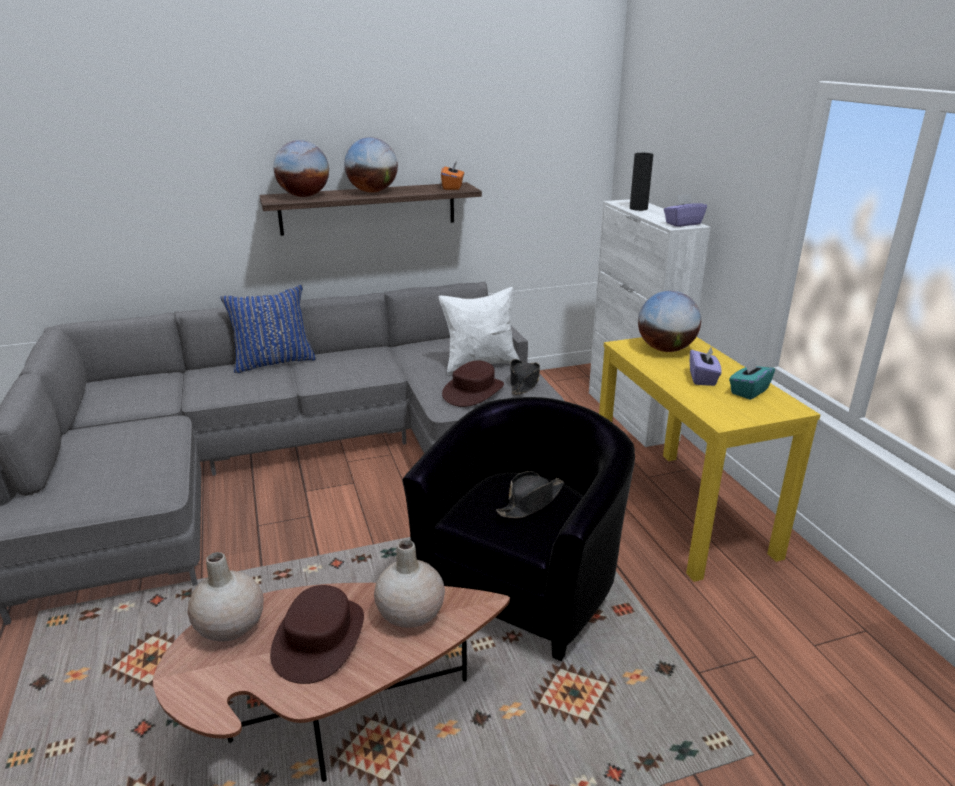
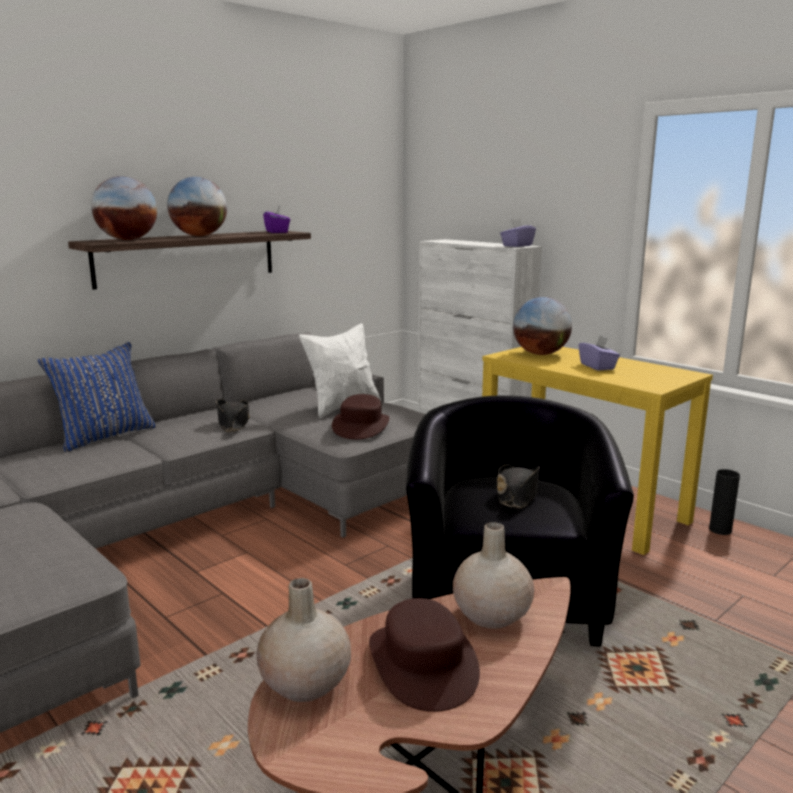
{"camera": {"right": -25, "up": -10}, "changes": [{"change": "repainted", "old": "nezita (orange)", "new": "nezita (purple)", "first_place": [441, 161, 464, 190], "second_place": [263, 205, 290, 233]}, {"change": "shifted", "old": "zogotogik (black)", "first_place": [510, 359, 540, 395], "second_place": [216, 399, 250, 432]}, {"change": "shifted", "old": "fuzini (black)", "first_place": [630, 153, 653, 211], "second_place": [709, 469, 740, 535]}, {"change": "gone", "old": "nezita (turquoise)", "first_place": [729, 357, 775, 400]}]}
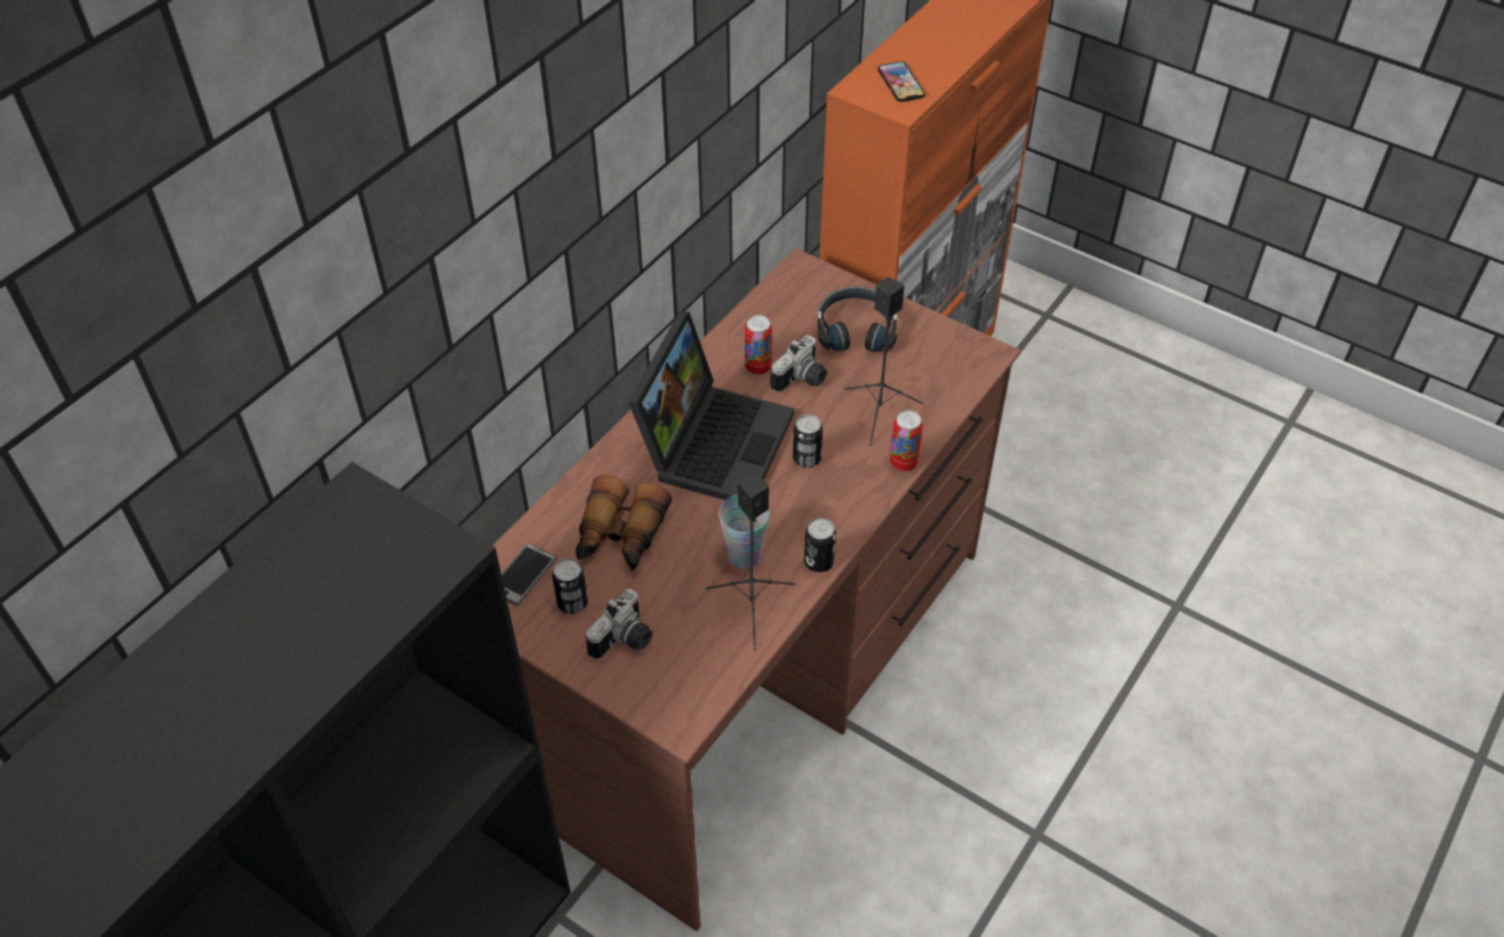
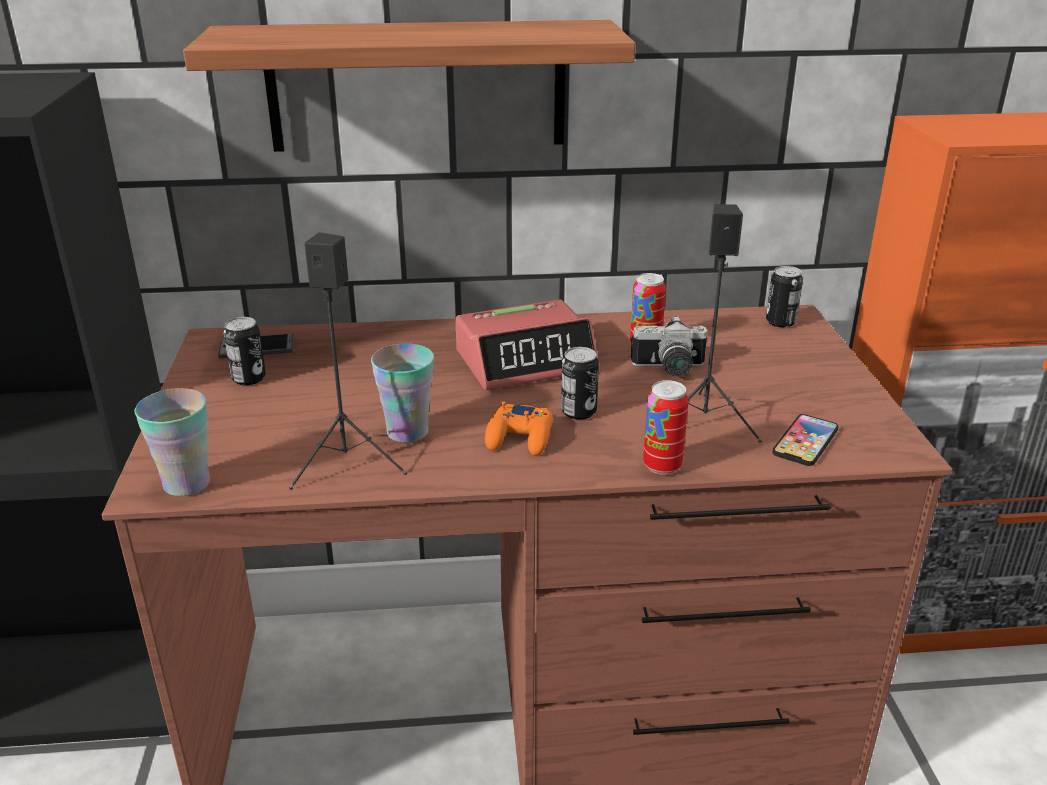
{"camera": {"right": 50, "up": -20}, "changes": [{"change": "gone", "old": "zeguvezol", "first_place": [575, 475, 672, 570]}, {"change": "gone", "old": "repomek", "first_place": [586, 589, 652, 659]}, {"change": "swapped", "old": "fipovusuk", "new": "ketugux", "first_place": [628, 311, 794, 500], "second_place": [455, 300, 598, 390]}, {"change": "shifted", "old": "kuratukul", "first_place": [804, 518, 836, 572], "second_place": [766, 266, 803, 327]}, {"change": "gone", "old": "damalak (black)", "first_place": [818, 286, 897, 351]}, {"change": "shifted", "old": "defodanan", "first_place": [878, 61, 925, 102], "second_place": [772, 414, 838, 466]}, {"change": "new", "new": "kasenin", "second_place": [134, 388, 210, 496]}, {"change": "new", "new": "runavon", "second_place": [183, 20, 635, 152]}, {"change": "new", "new": "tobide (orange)", "second_place": [485, 401, 553, 456]}]}
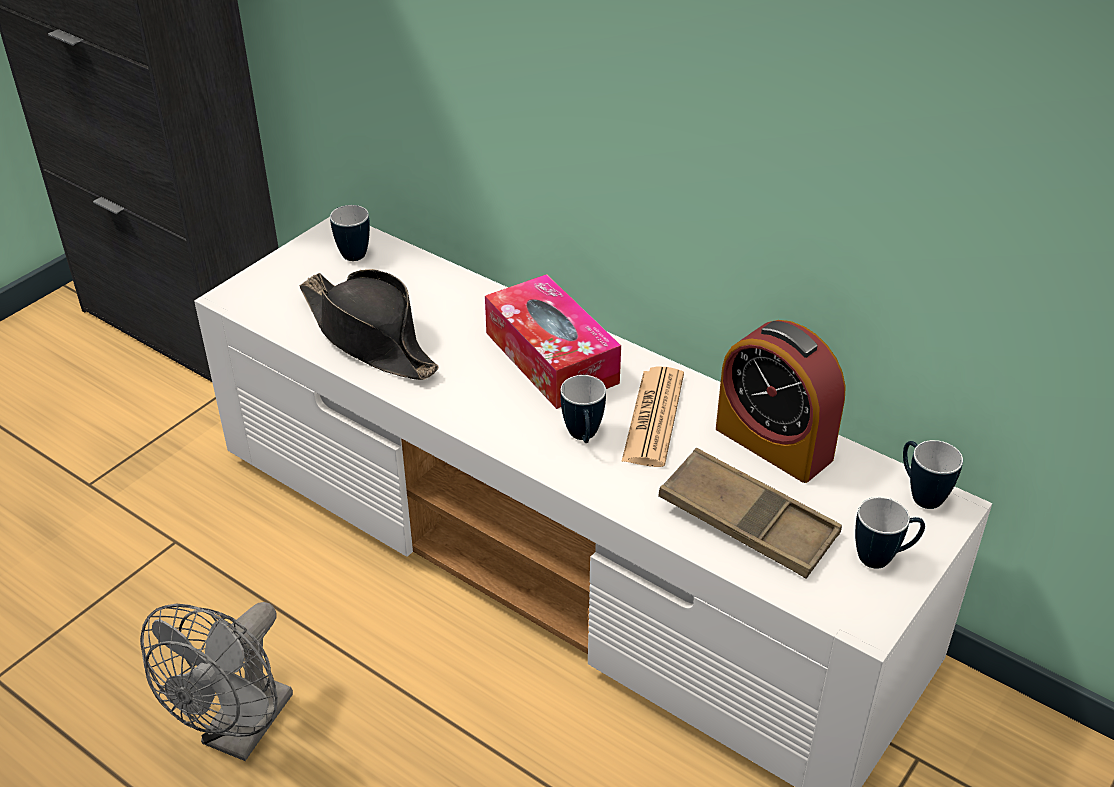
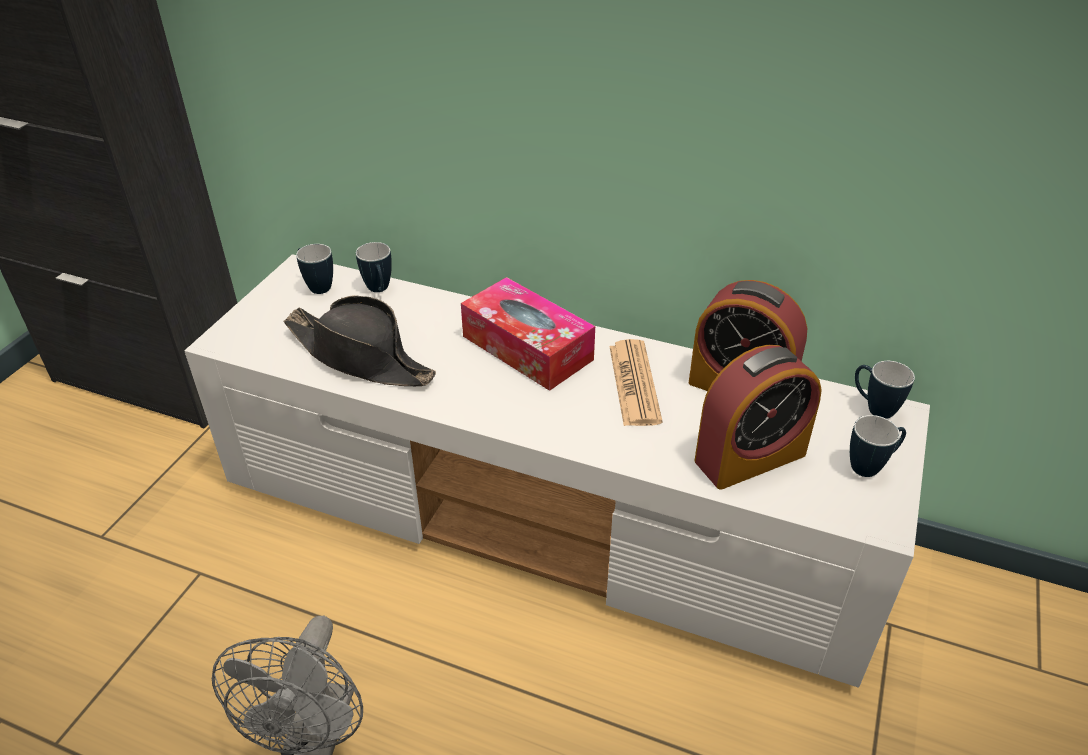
{"camera": {"right": -15, "up": 0}, "changes": [{"change": "shifted", "old": "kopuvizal", "first_place": [560, 375, 606, 443], "second_place": [356, 242, 392, 292]}, {"change": "swapped", "old": "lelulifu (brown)", "new": "ketugux", "first_place": [658, 448, 842, 579], "second_place": [694, 345, 822, 490]}]}
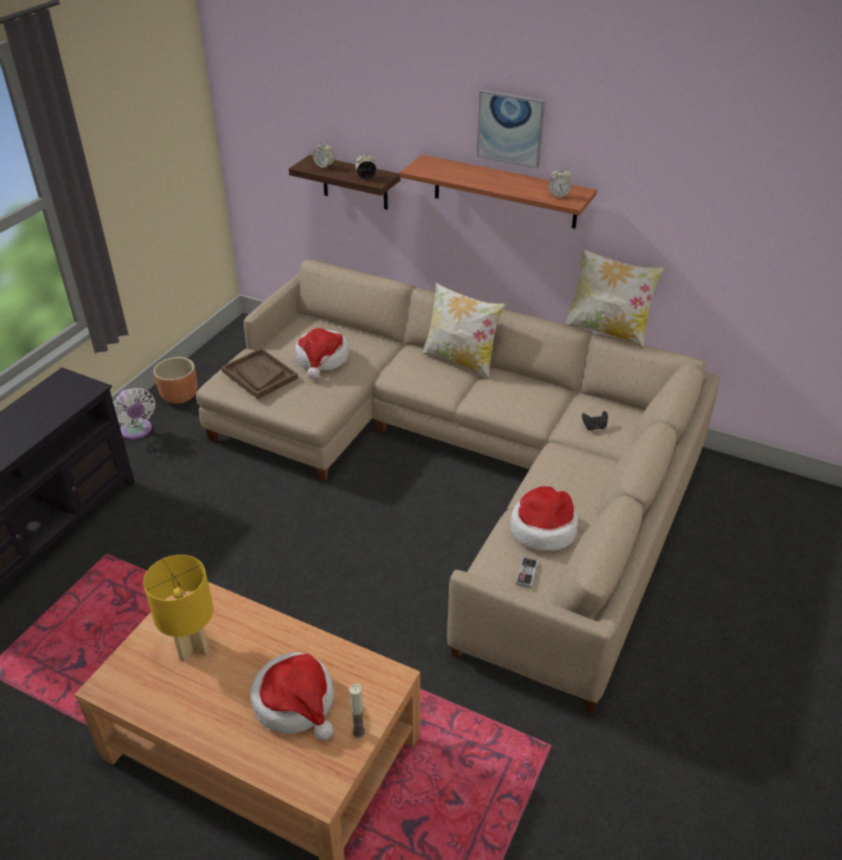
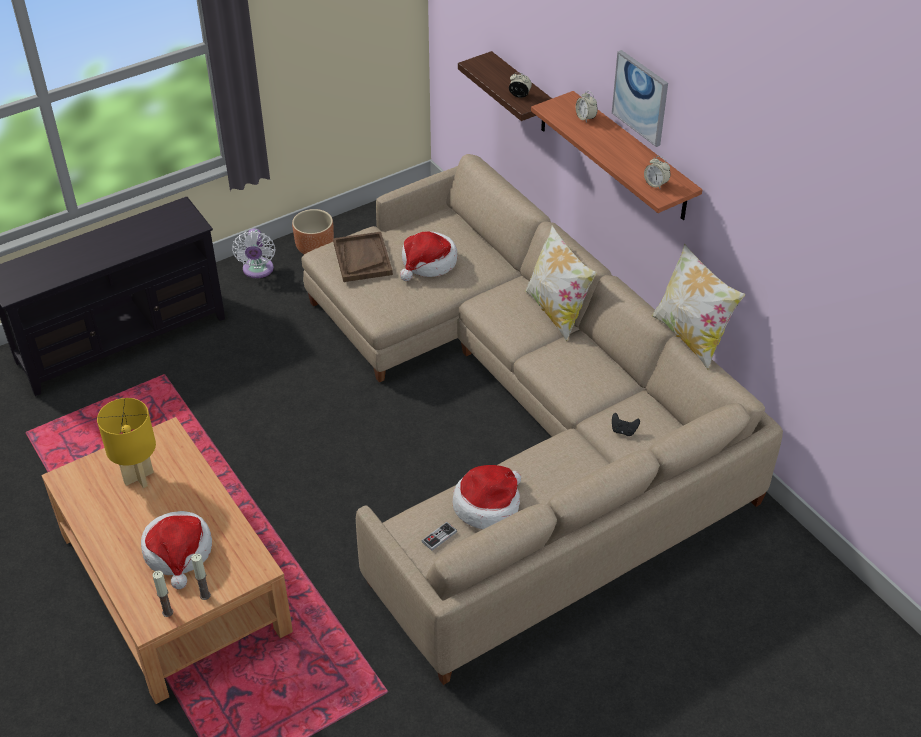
{"camera": {"right": 30, "up": 5}, "changes": [{"change": "shifted", "old": "ketugux", "first_place": [313, 140, 335, 169], "second_place": [576, 91, 598, 123]}, {"change": "new", "new": "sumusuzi", "second_place": [153, 571, 173, 617]}]}
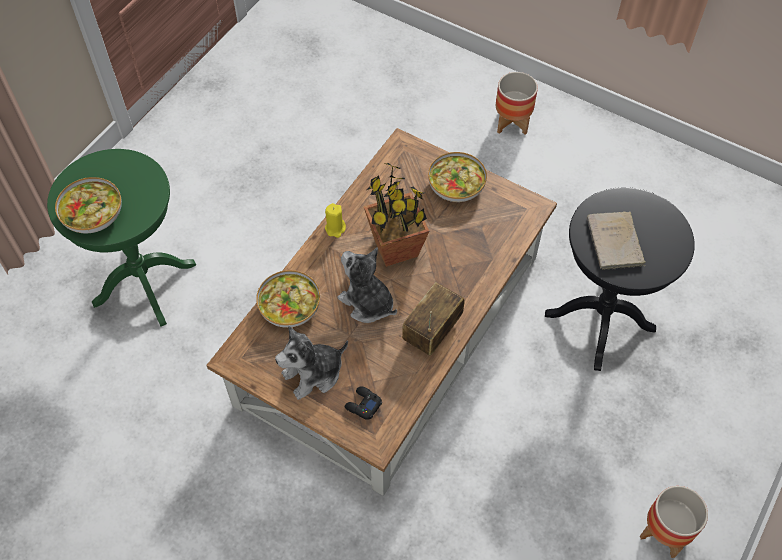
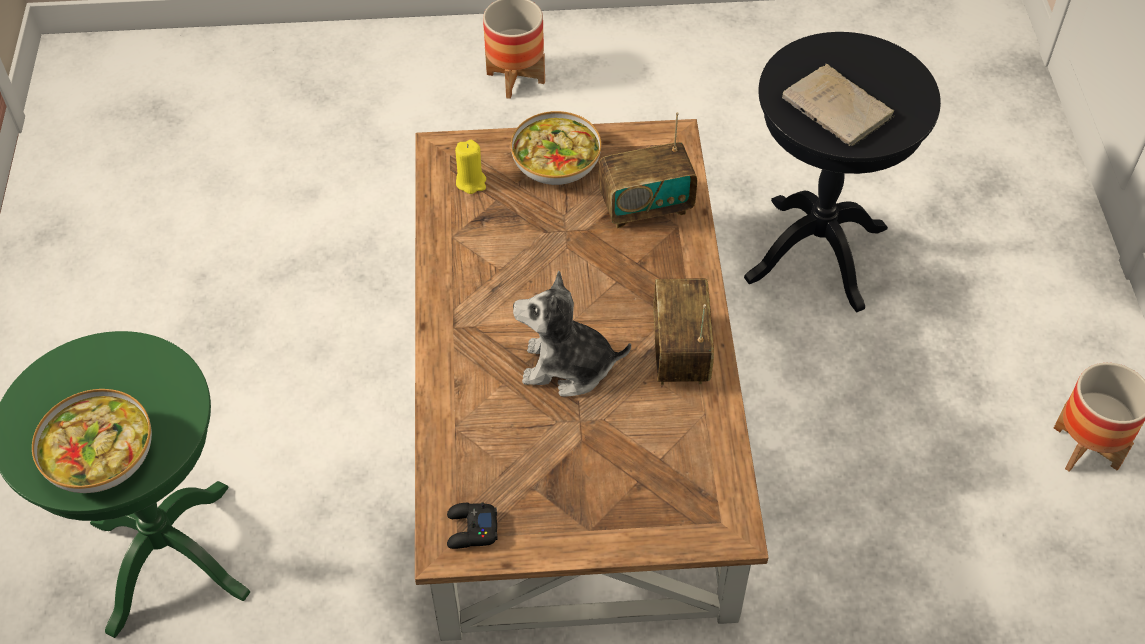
{"camera": {"right": -35, "up": -5}, "changes": [{"change": "gone", "old": "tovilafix", "first_place": [256, 270, 320, 328]}, {"change": "gone", "old": "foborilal", "first_place": [275, 326, 348, 400]}, {"change": "shifted", "old": "sumusuzi (yellow)", "first_place": [325, 203, 346, 238], "second_place": [455, 140, 486, 194]}, {"change": "shifted", "old": "tobide (black)", "first_place": [345, 386, 382, 420], "second_place": [447, 503, 497, 549]}, {"change": "gone", "old": "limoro", "first_place": [363, 163, 430, 267]}, {"change": "new", "new": "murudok", "second_place": [599, 112, 697, 228]}]}
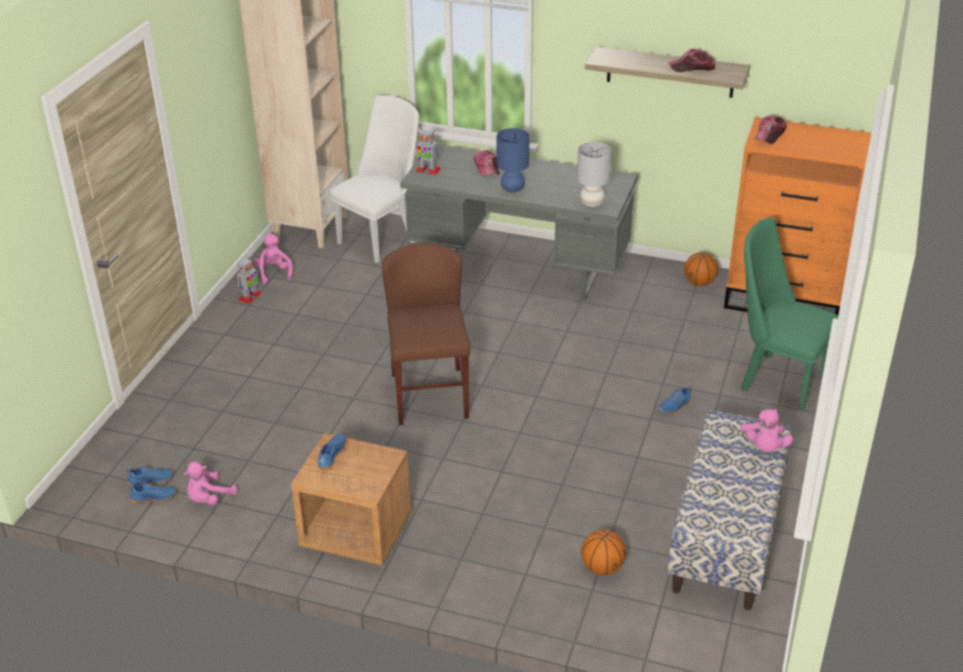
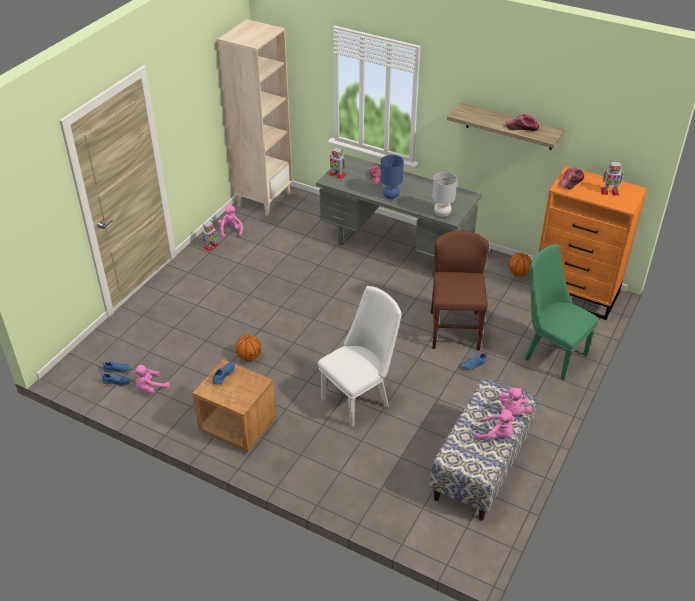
{"camera": {"right": 10, "up": 5}, "changes": [{"change": "shifted", "old": "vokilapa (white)", "first_place": [330, 95, 419, 263], "second_place": [318, 286, 402, 428]}, {"change": "shifted", "old": "vokilapa (brown)", "first_place": [382, 243, 470, 425], "second_place": [431, 230, 489, 350]}, {"change": "shifted", "old": "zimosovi", "first_place": [581, 530, 626, 575], "second_place": [235, 334, 262, 361]}, {"change": "new", "new": "foborilal (pink)", "second_place": [475, 409, 514, 439]}, {"change": "new", "new": "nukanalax", "second_place": [601, 161, 624, 196]}]}
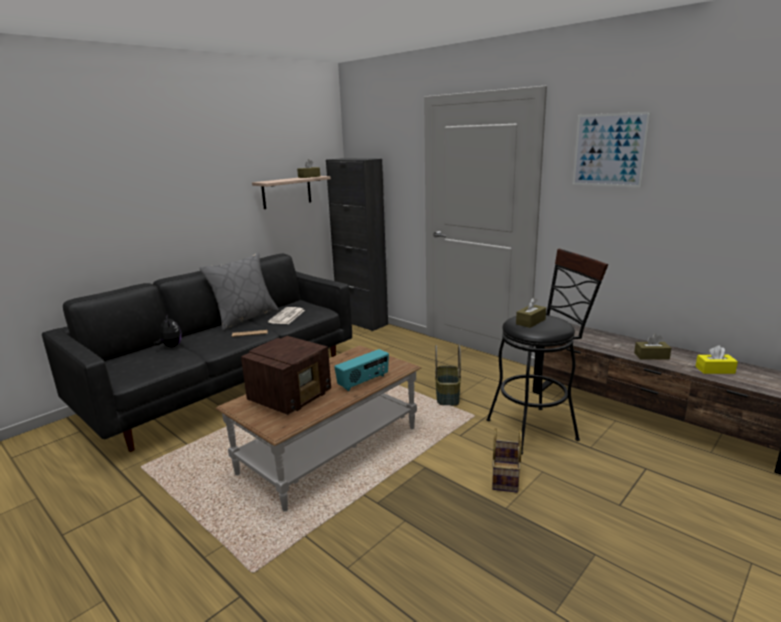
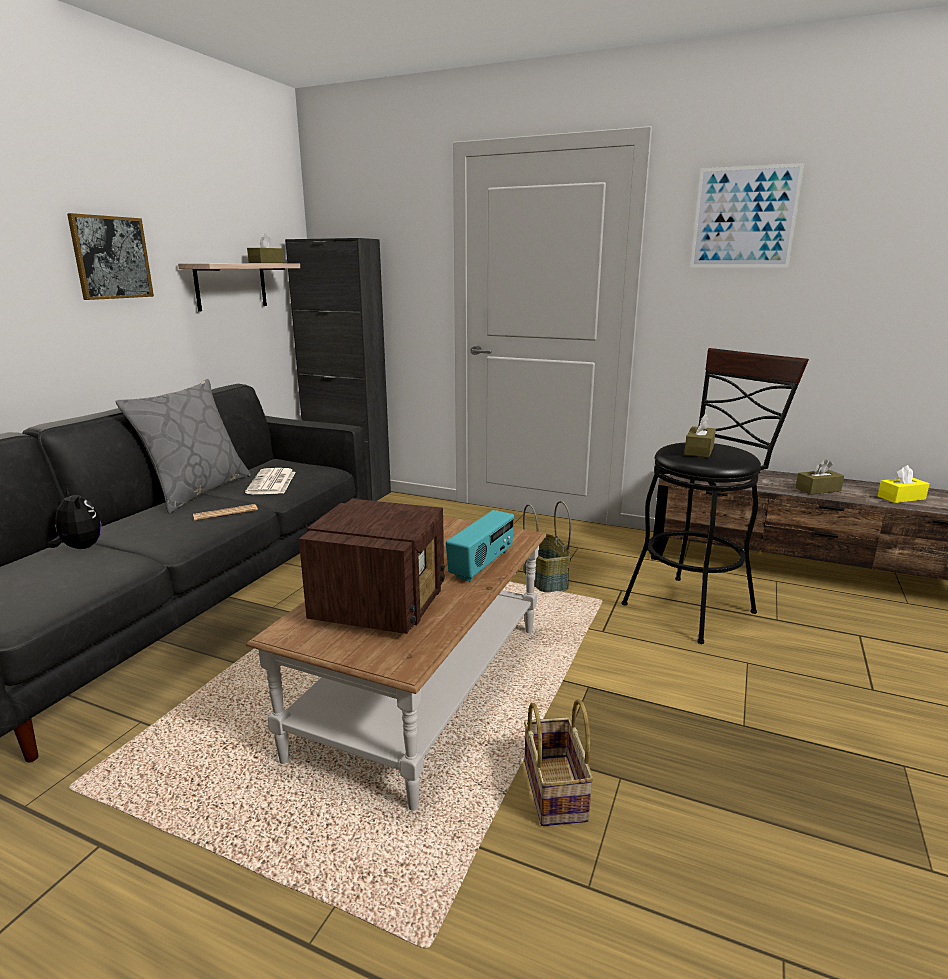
{"camera": {"right": -20, "up": 0}, "changes": [{"change": "shifted", "old": "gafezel", "first_place": [492, 428, 522, 493], "second_place": [524, 699, 594, 826]}, {"change": "new", "new": "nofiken", "second_place": [67, 213, 154, 300]}]}
